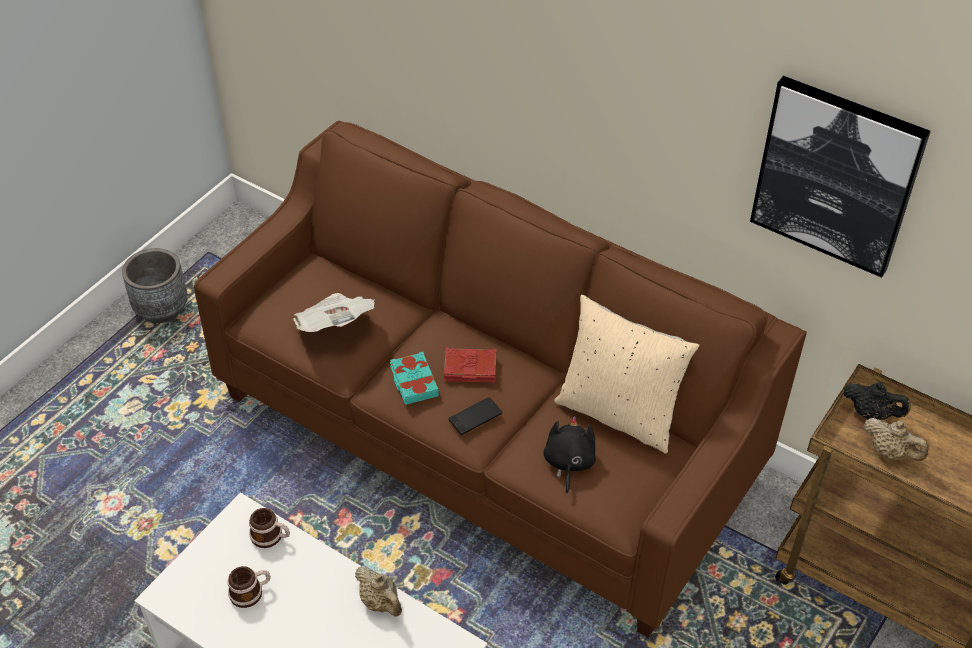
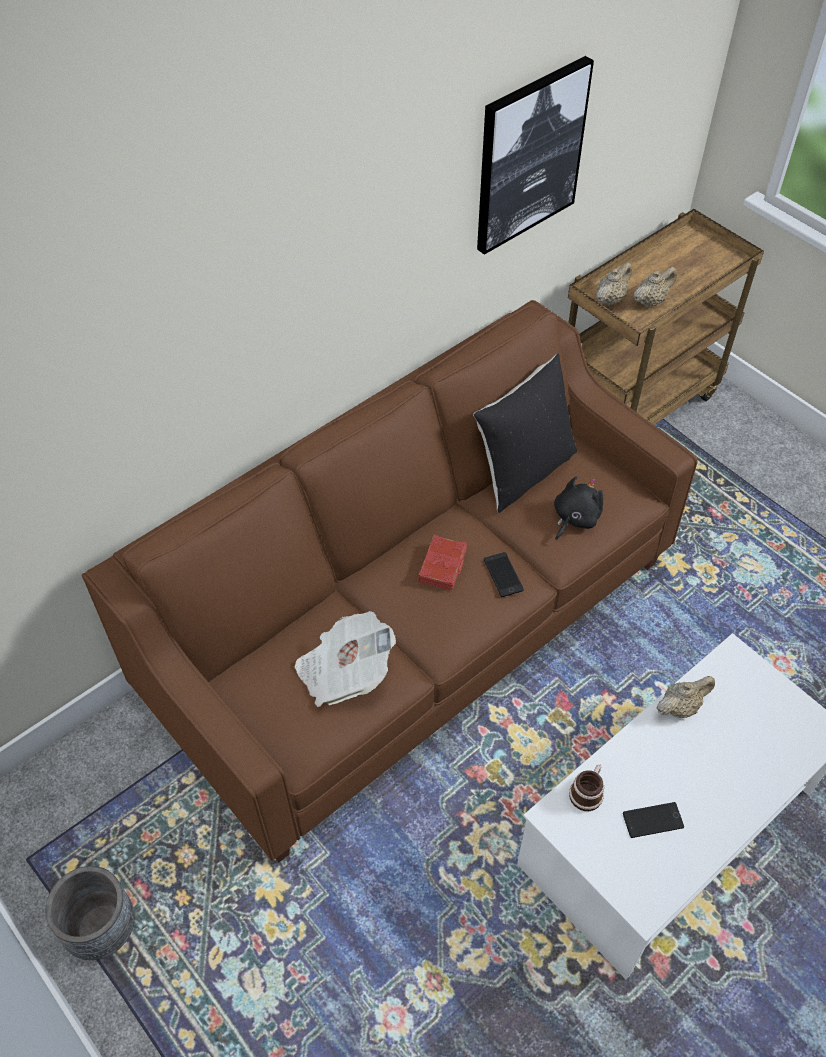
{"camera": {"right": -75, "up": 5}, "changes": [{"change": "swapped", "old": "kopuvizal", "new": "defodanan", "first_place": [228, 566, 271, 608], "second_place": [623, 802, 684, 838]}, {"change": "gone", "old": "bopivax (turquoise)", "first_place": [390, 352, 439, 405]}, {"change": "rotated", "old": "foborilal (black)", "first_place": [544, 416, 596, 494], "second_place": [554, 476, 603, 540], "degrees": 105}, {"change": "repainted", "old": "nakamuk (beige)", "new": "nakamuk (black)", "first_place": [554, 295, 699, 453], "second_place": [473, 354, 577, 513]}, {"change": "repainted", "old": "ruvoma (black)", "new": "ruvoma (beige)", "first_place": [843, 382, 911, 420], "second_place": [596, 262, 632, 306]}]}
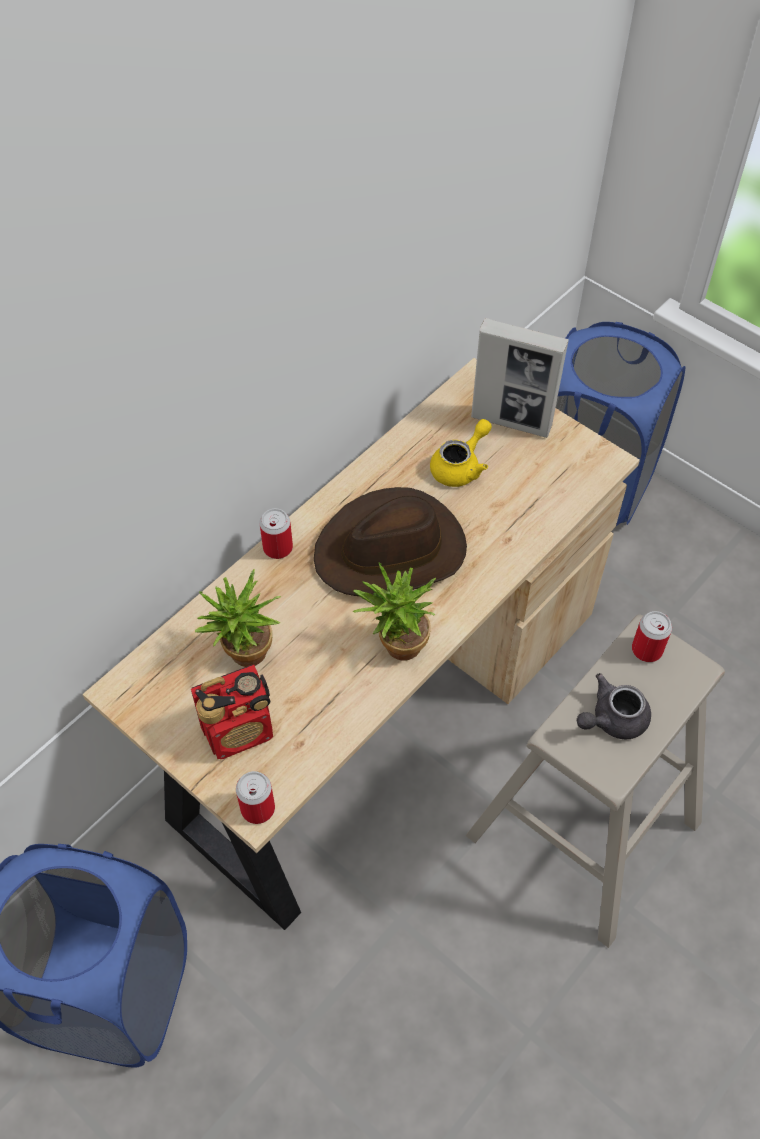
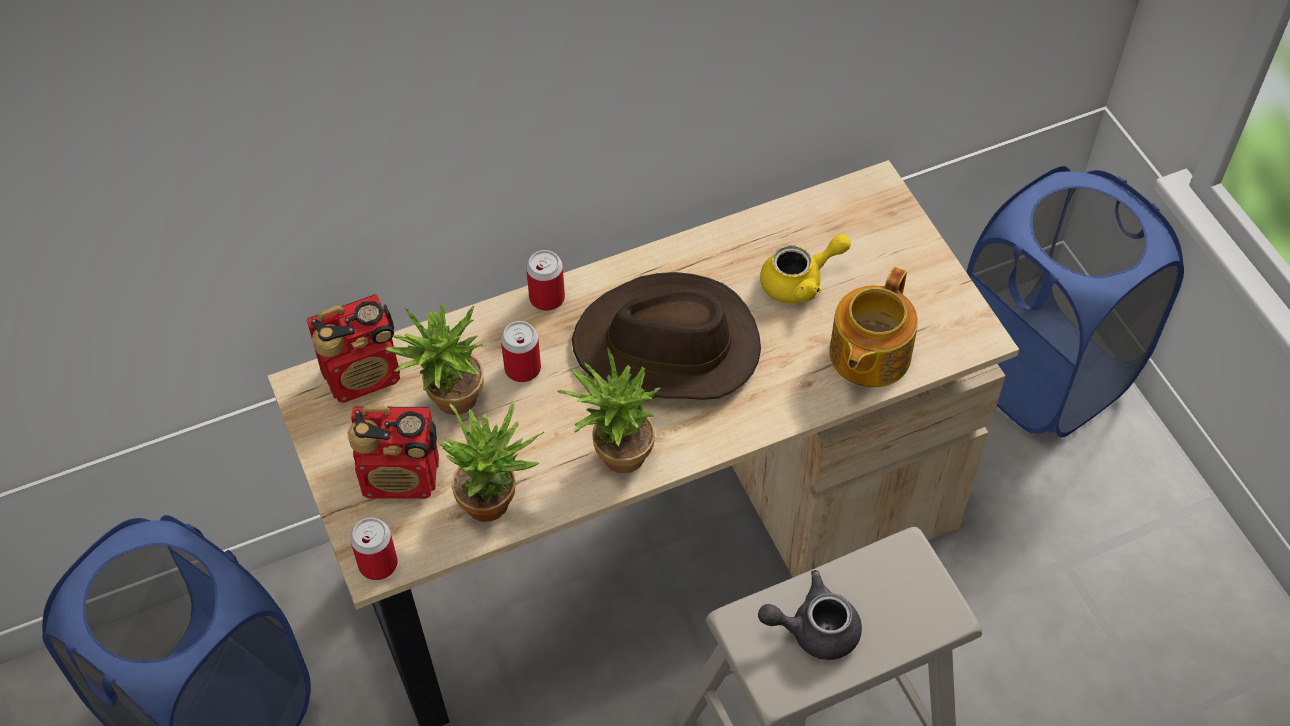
{"camera": {"right": 25, "up": 0}, "changes": [{"change": "gone", "old": "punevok", "first_place": [471, 318, 569, 438]}, {"change": "shifted", "old": "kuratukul", "first_place": [632, 611, 672, 662], "second_place": [501, 321, 541, 382]}, {"change": "new", "new": "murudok", "second_place": [307, 294, 400, 403]}, {"change": "new", "new": "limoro", "second_place": [437, 401, 544, 522]}, {"change": "new", "new": "ruvoma", "second_place": [829, 267, 918, 387]}]}
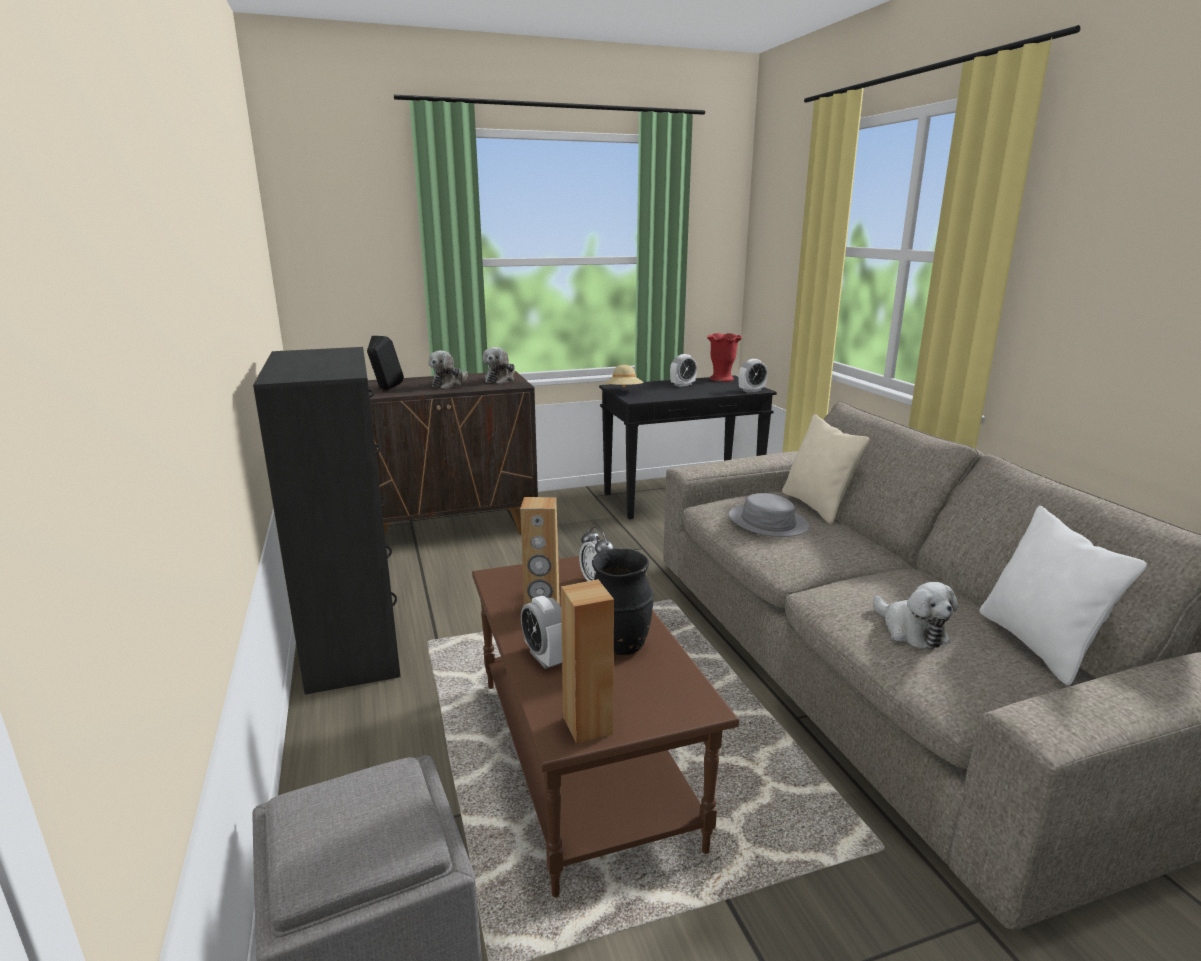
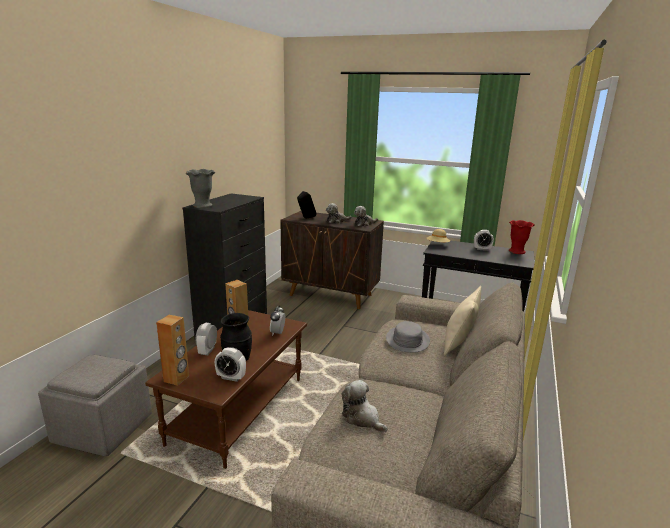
{"camera": {"right": 40, "up": 0}, "changes": [{"change": "shifted", "old": "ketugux", "first_place": [739, 359, 768, 393], "second_place": [215, 347, 246, 382]}, {"change": "rotated", "old": "foborilal", "first_place": [873, 582, 958, 650], "second_place": [341, 380, 388, 432], "degrees": 120}, {"change": "gone", "old": "nakamuk (white)", "first_place": [979, 506, 1147, 686]}, {"change": "new", "new": "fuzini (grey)", "second_place": [186, 169, 215, 208]}]}
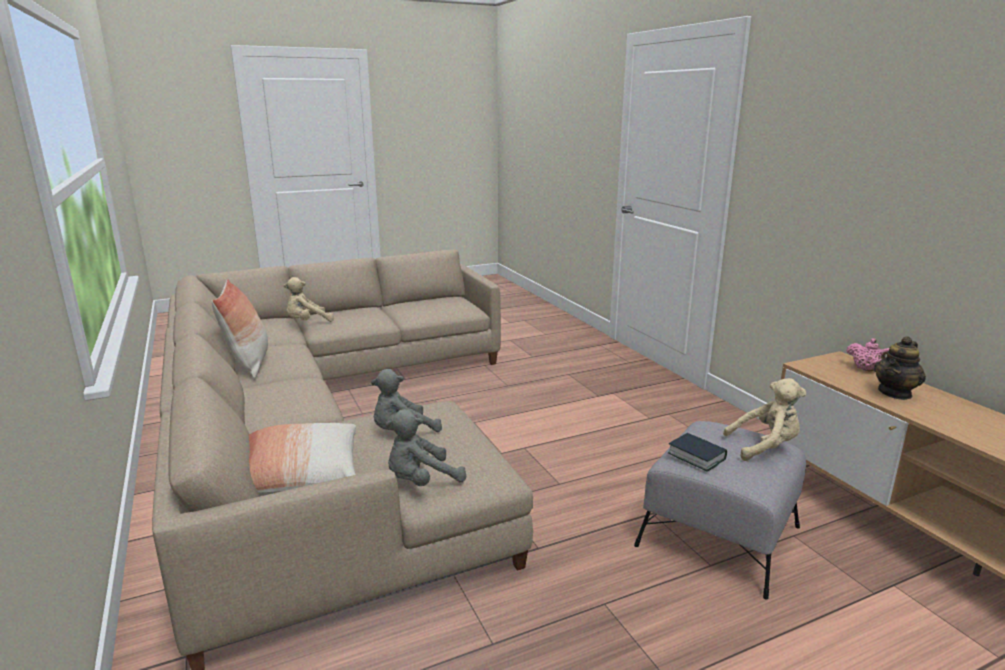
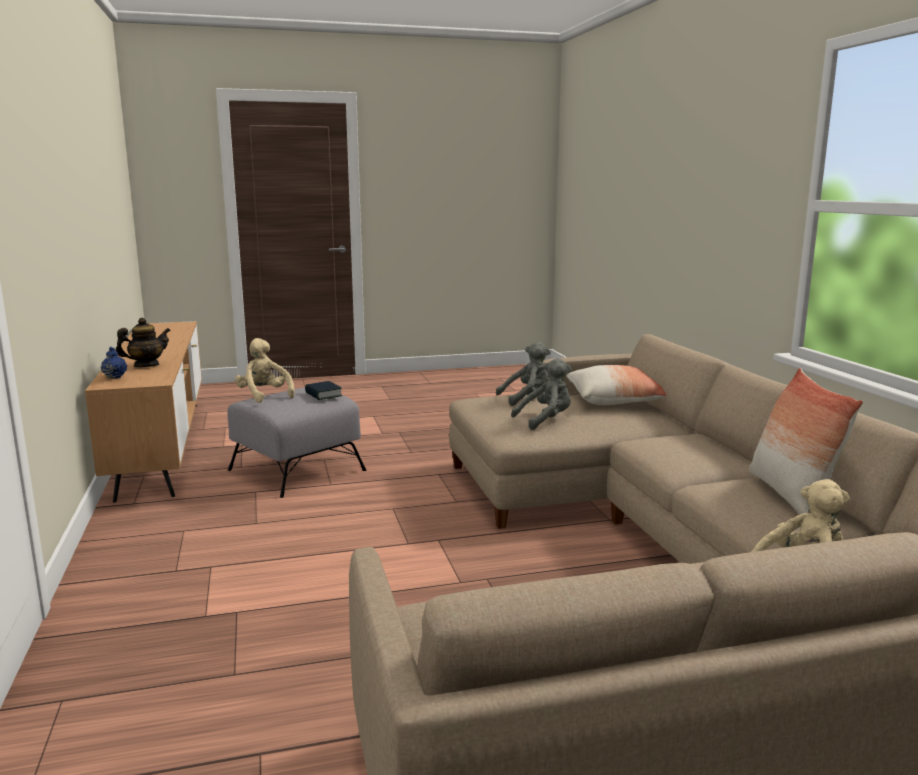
{"camera": {"right": -170, "up": -5}, "changes": [{"change": "rotated", "old": "foborilal (beige)", "first_place": [723, 378, 806, 461], "second_place": [235, 338, 295, 403], "degrees": 45}, {"change": "repainted", "old": "ruvoma (pink)", "new": "ruvoma (blue)", "first_place": [846, 338, 889, 371], "second_place": [101, 347, 127, 379]}]}
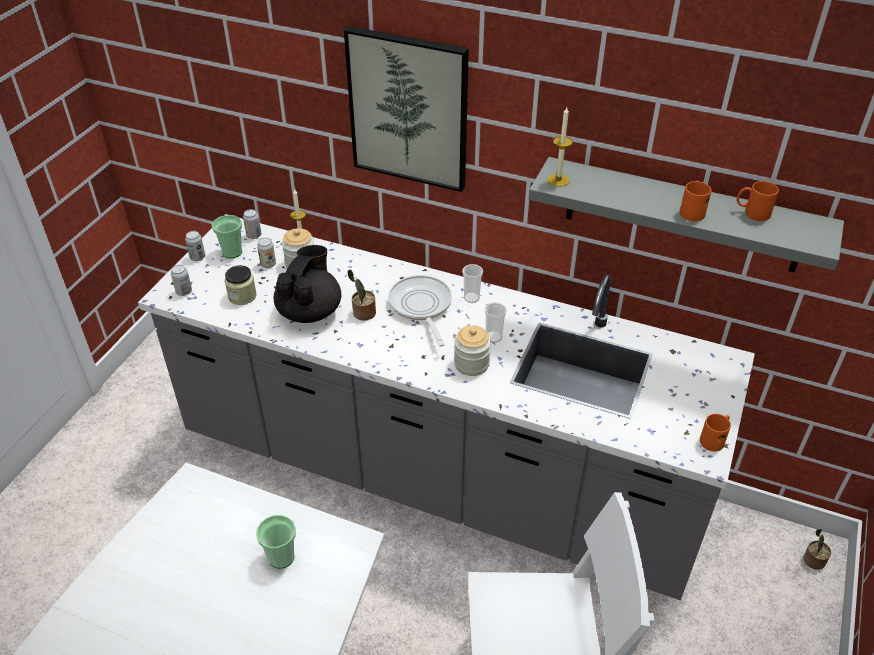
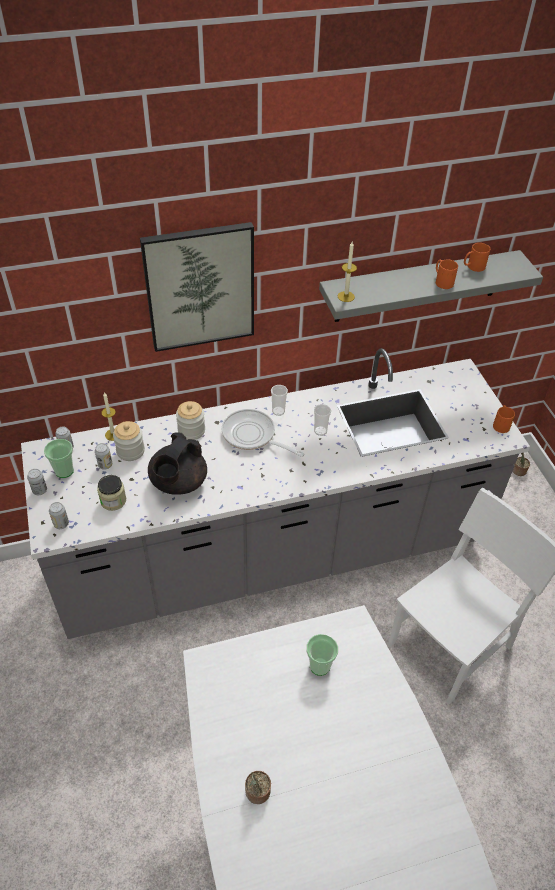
{"camera": {"right": -40, "up": 5}, "changes": [{"change": "rotated", "old": "ruvoma (black)", "first_place": [274, 245, 341, 323], "second_place": [148, 432, 207, 495], "degrees": -135}, {"change": "shifted", "old": "limoro", "first_place": [347, 269, 376, 321], "second_place": [245, 771, 271, 804]}, {"change": "shifted", "old": "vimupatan", "first_place": [454, 325, 491, 376], "second_place": [176, 401, 205, 440]}]}
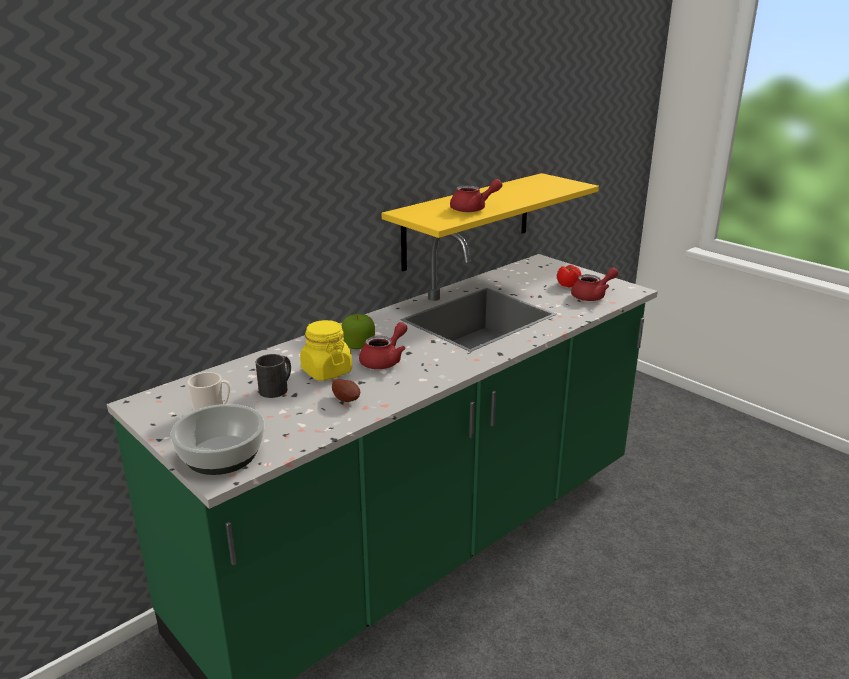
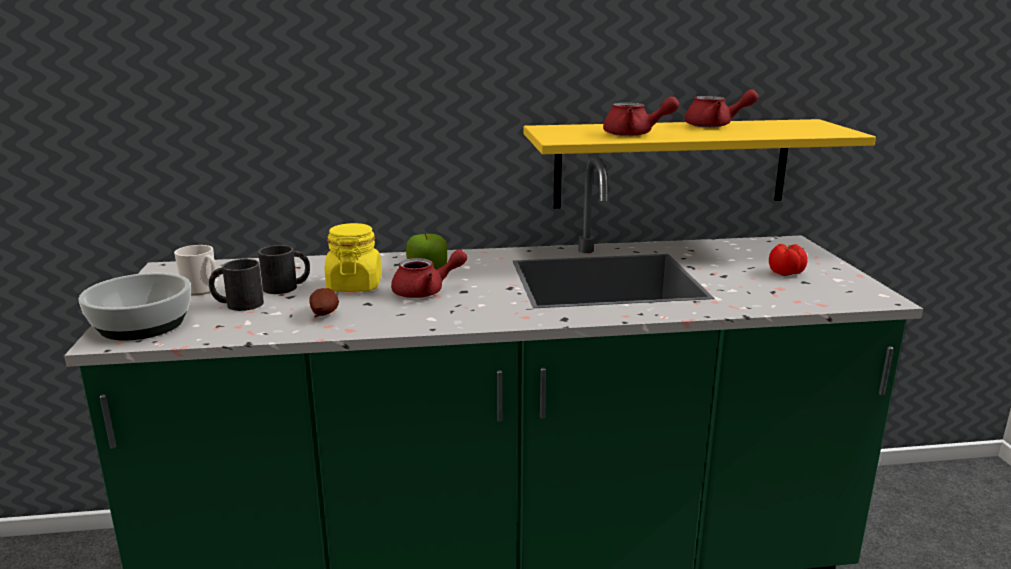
{"camera": {"right": 35, "up": -5}, "changes": [{"change": "shifted", "old": "ruvoma (red)", "first_place": [571, 267, 618, 301], "second_place": [685, 89, 759, 128]}, {"change": "new", "new": "kopuvizal (black)", "second_place": [209, 259, 264, 311]}]}
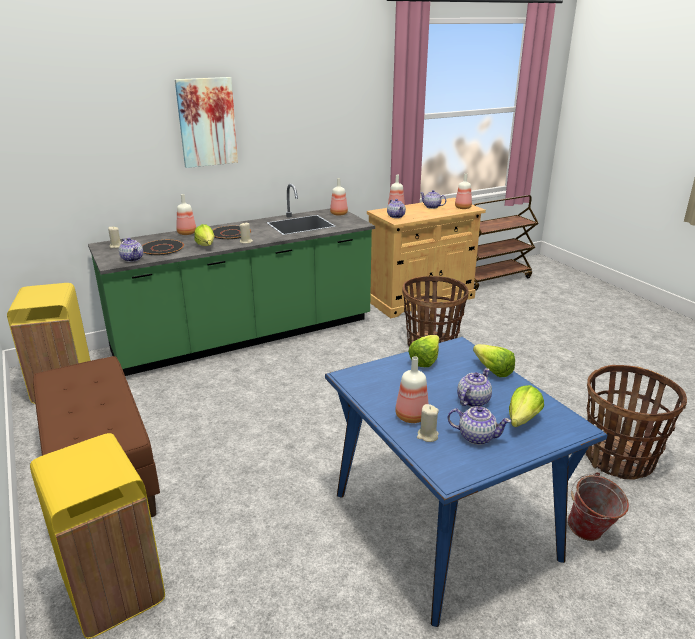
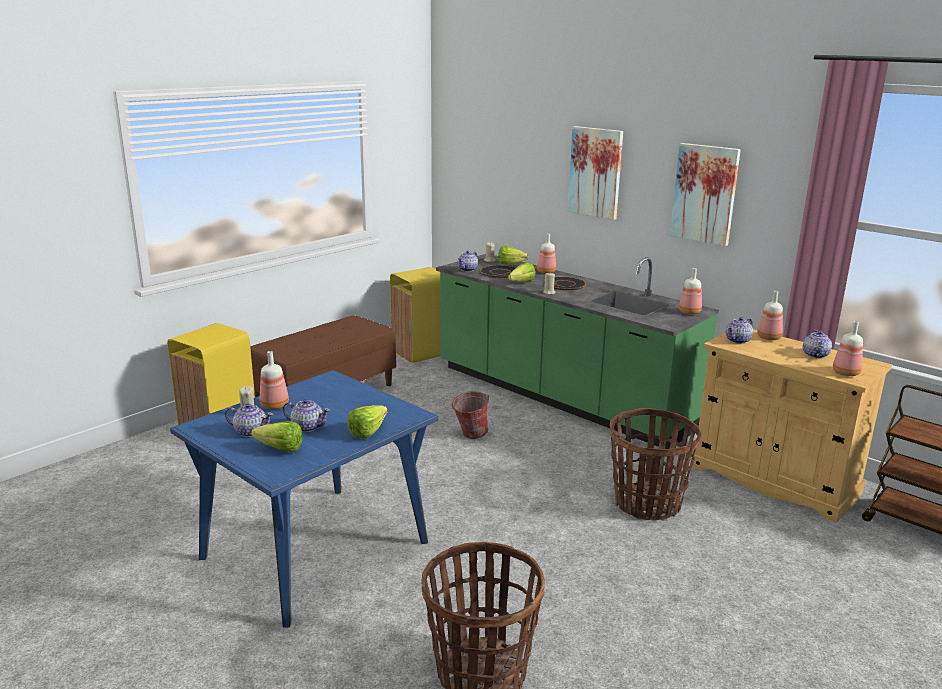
{"camera": {"right": 70, "up": -5}, "changes": [{"change": "shifted", "old": "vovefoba", "first_place": [408, 335, 440, 367], "second_place": [498, 246, 528, 264]}, {"change": "rotated", "old": "ruvoma", "first_place": [447, 406, 511, 445], "second_place": [225, 403, 273, 437], "degrees": -75}, {"change": "shifted", "old": "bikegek", "first_place": [568, 472, 629, 541], "second_place": [450, 391, 489, 439]}, {"change": "new", "new": "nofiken", "second_place": [670, 143, 741, 246]}]}
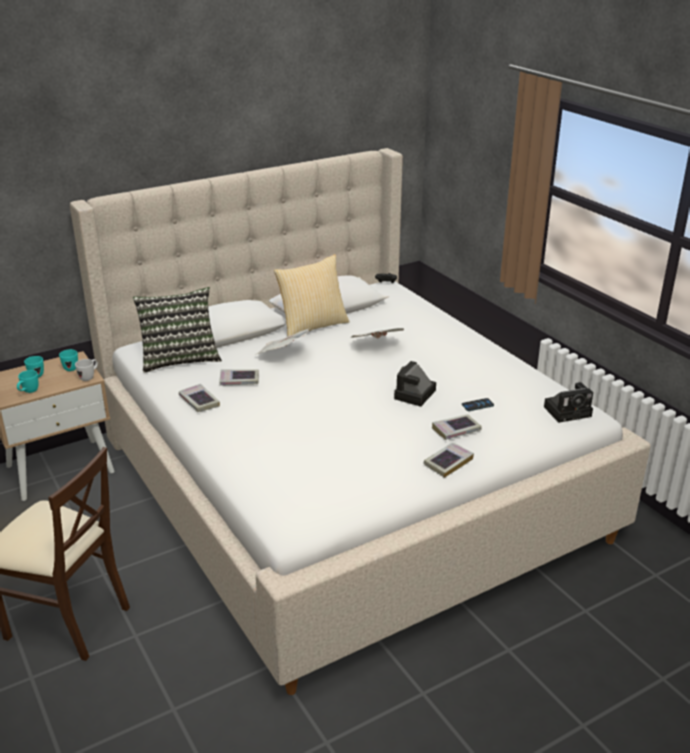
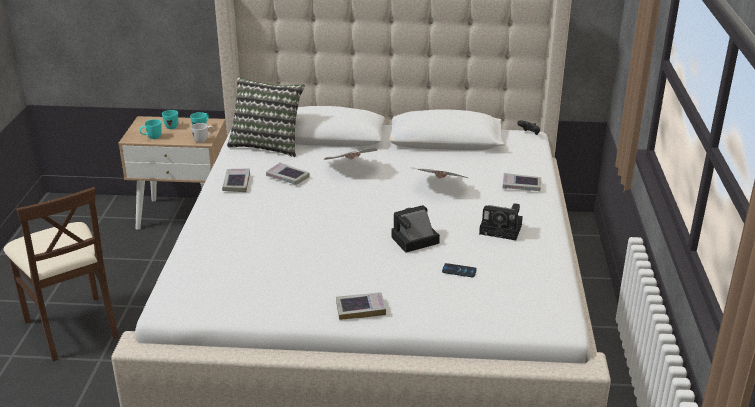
{"camera": {"right": 35, "up": 0}, "changes": [{"change": "gone", "old": "nakamuk", "first_place": [274, 254, 350, 336]}, {"change": "shifted", "old": "bopivax", "first_place": [432, 414, 482, 440], "second_place": [503, 173, 541, 191]}, {"change": "shifted", "old": "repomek", "first_place": [544, 382, 593, 423], "second_place": [479, 203, 523, 240]}]}
